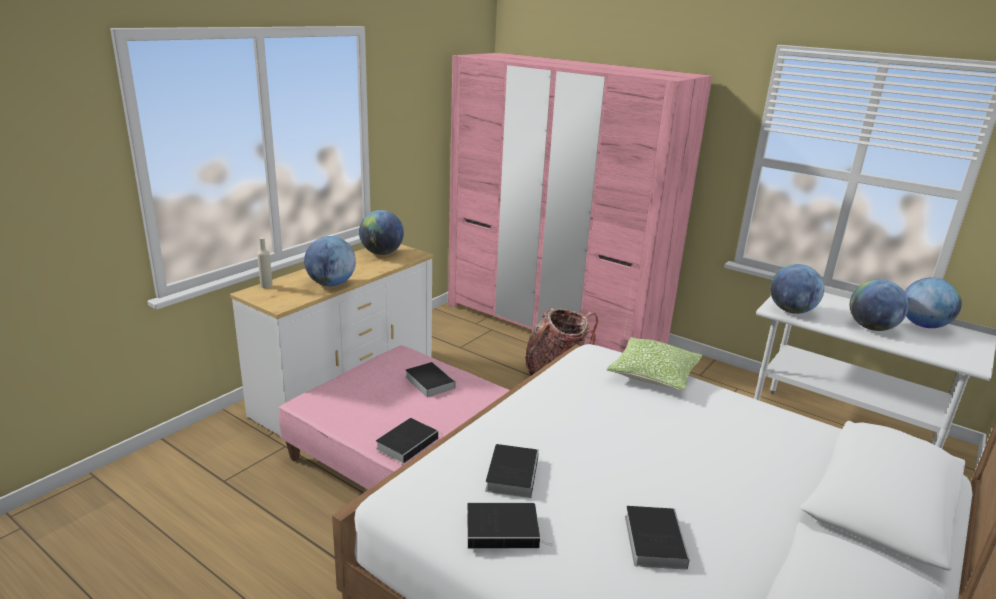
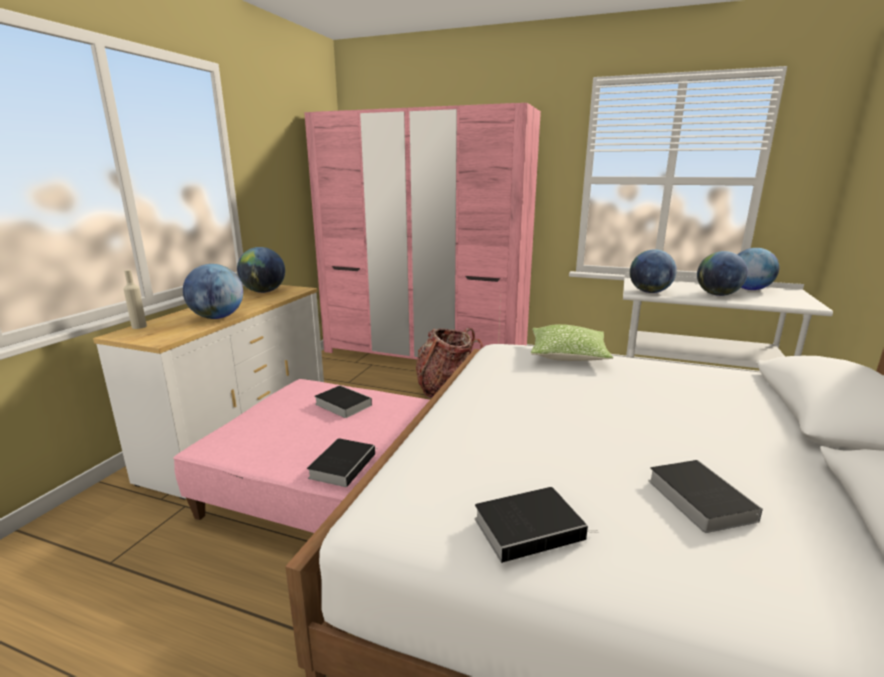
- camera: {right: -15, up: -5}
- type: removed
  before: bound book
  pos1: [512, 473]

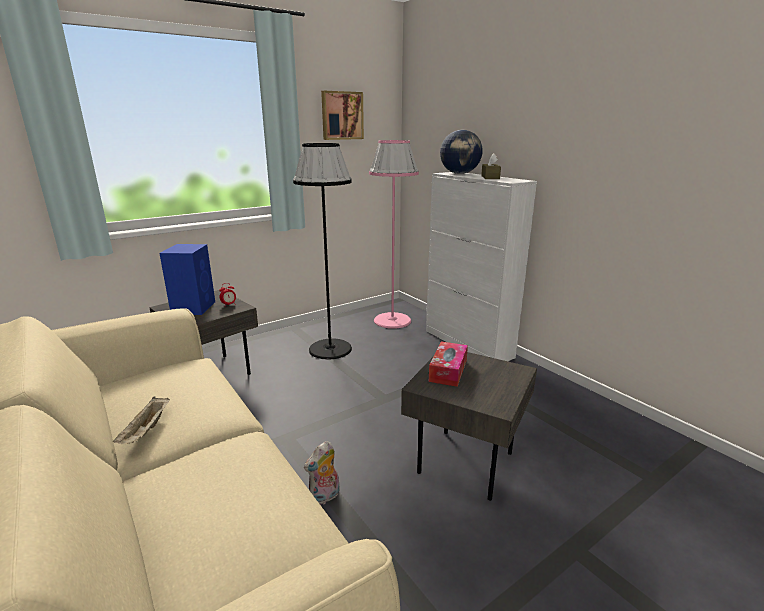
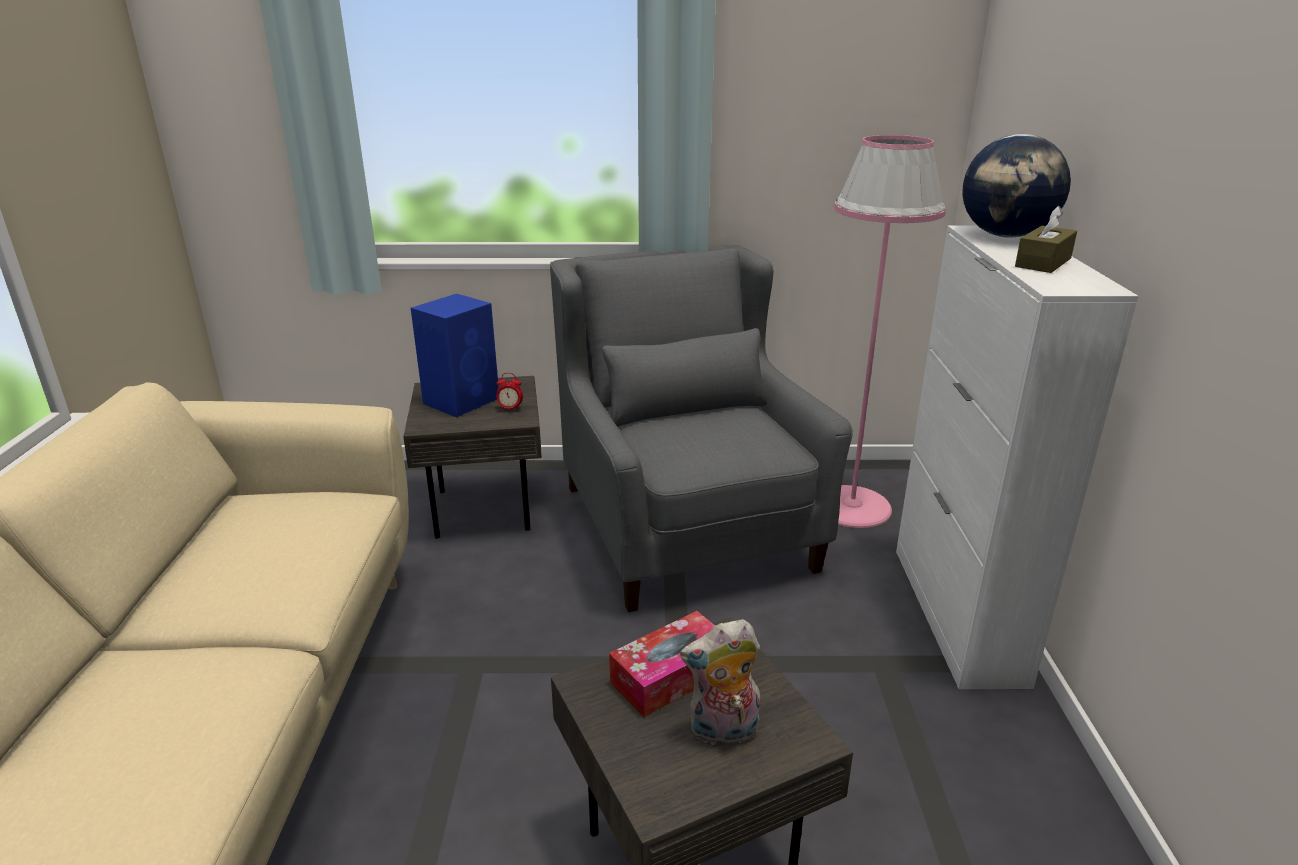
- camera: {right: 35, up: 5}
- type: removed
  before: beige-coloured tray
  pos1: [146, 431]
- type: removed
  before: wall picture
  pos1: [341, 115]
- type: moved
  before: cuddly toy
  pos1: [325, 497]
  pos2: [722, 732]
- type: replaced
  before: black-coloured standard lamp
  after: gray armchair
  pos1: [330, 349]
  pos2: [685, 528]

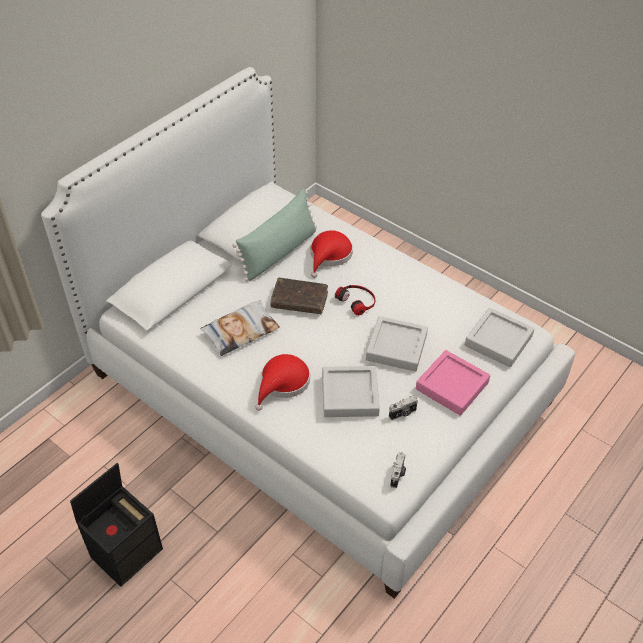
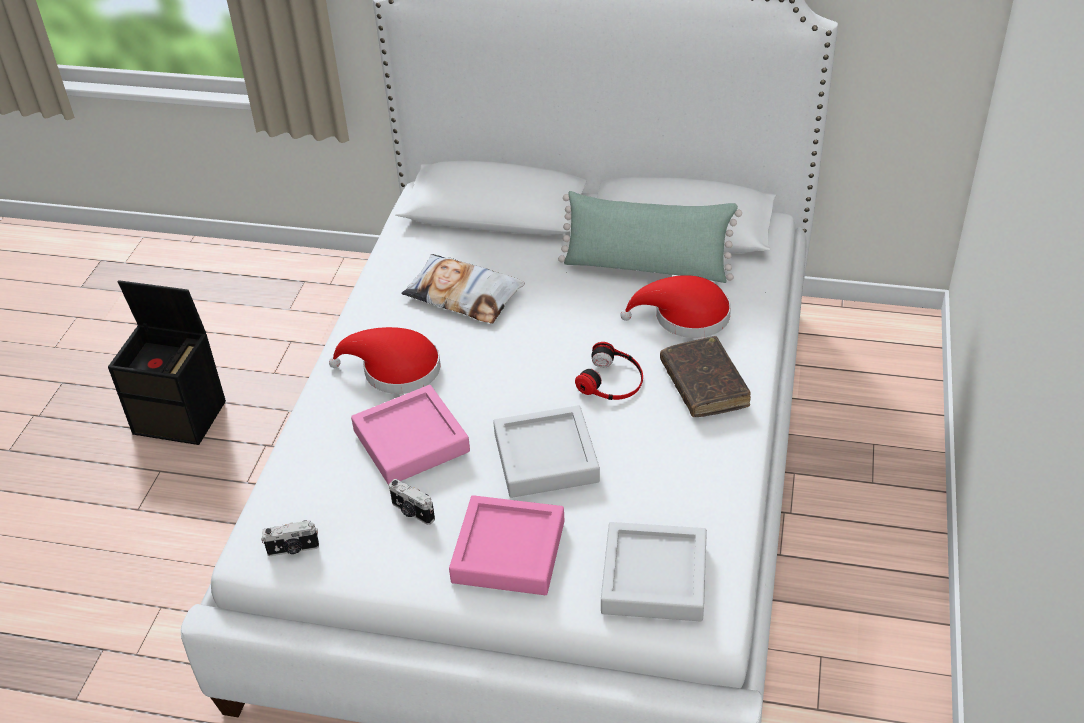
- camera: {right: 65, up: -5}
- type: moved
  before: brown bound book
  pos1: [299, 301]
  pos2: [704, 385]
- type: recoloured
  before: gray tray
  after: pinkish tray
  pos1: [350, 395]
  pos2: [411, 441]

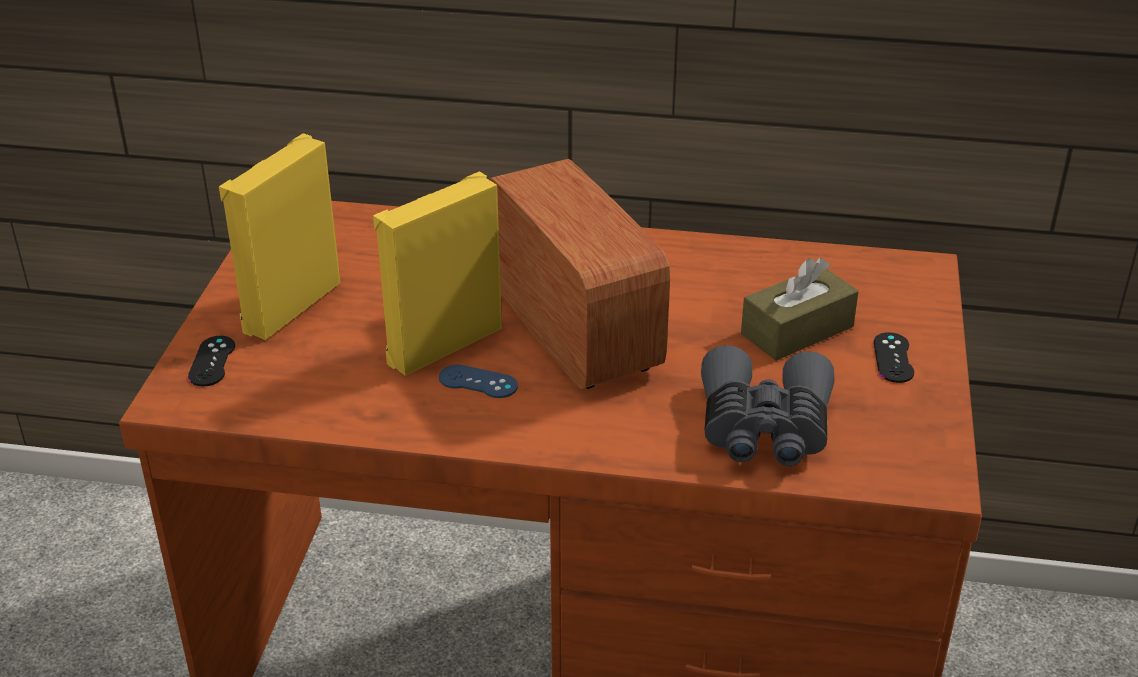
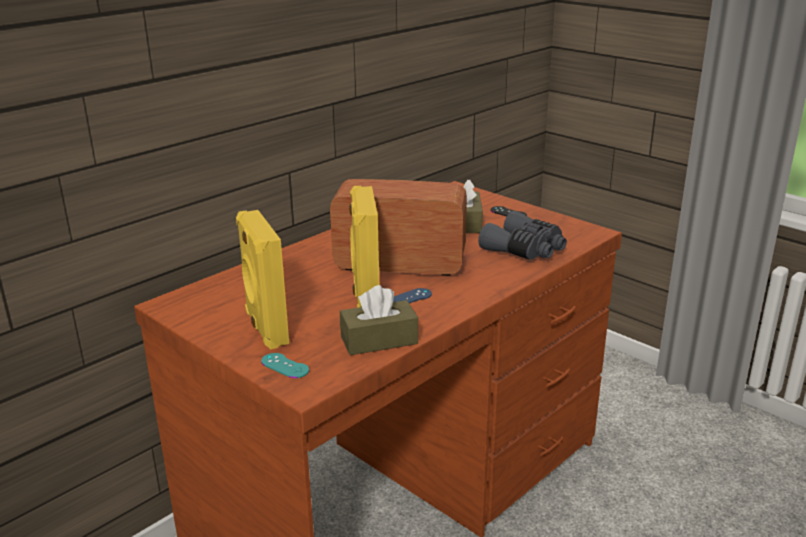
- camera: {right: -55, up: -10}
- type: added
  after: brown tissue holder
  pos2: [379, 340]
- type: recoloured
  before: black-coloured gamepad
  after: blue-green gamepad
  pos1: [212, 361]
  pos2: [285, 366]

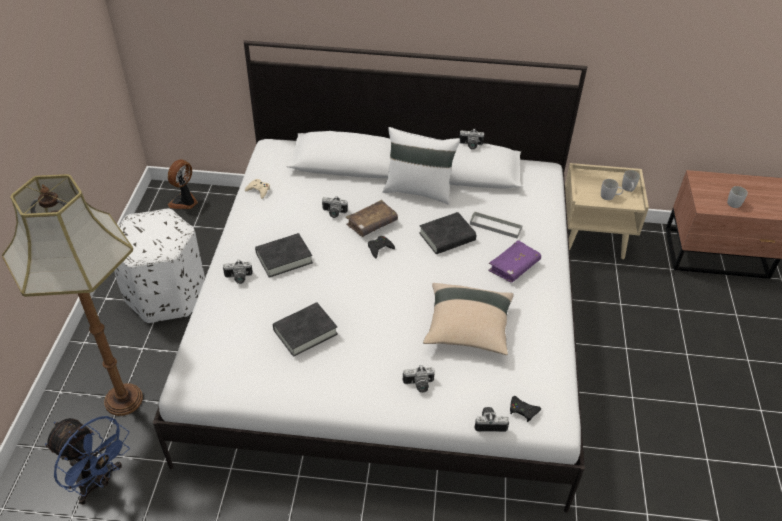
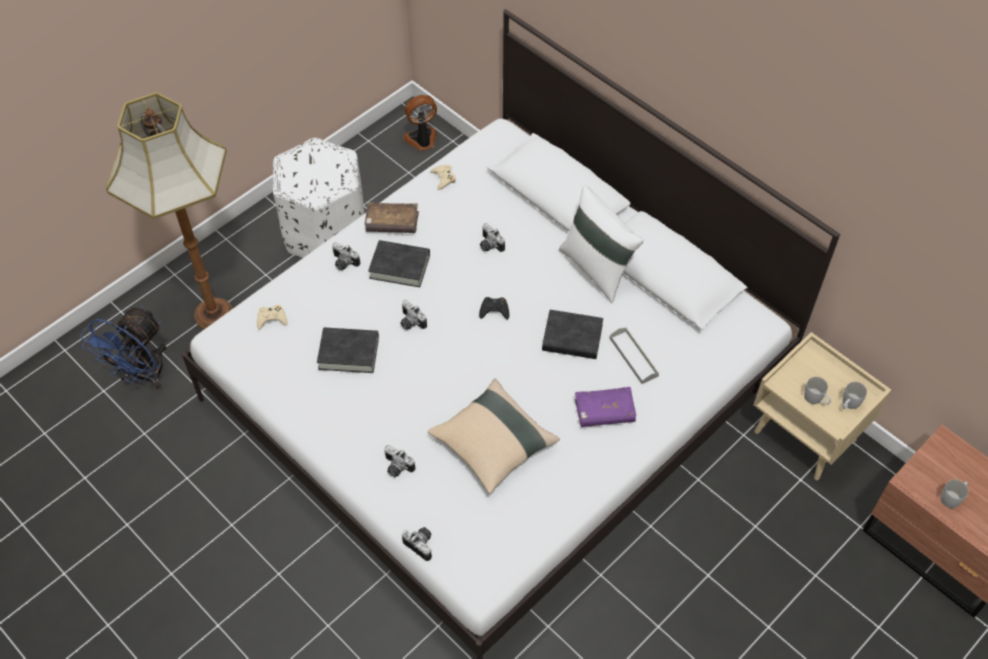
- camera: {right: 40, up: 10}
- type: removed
  before: black-coloured gamepad
  pos1: [523, 410]
- type: added
  after: beige-coloured gamepad
  pos2: [272, 319]
- type: moved
  before: brown bound book
  pos1: [372, 224]
  pos2: [392, 223]
- type: moved
  before: still camera
  pos1: [470, 145]
  pos2: [410, 322]
- type: turned
  before: blue fan
  pos1: [98, 482]
  pos2: [142, 375]
  turn: 45

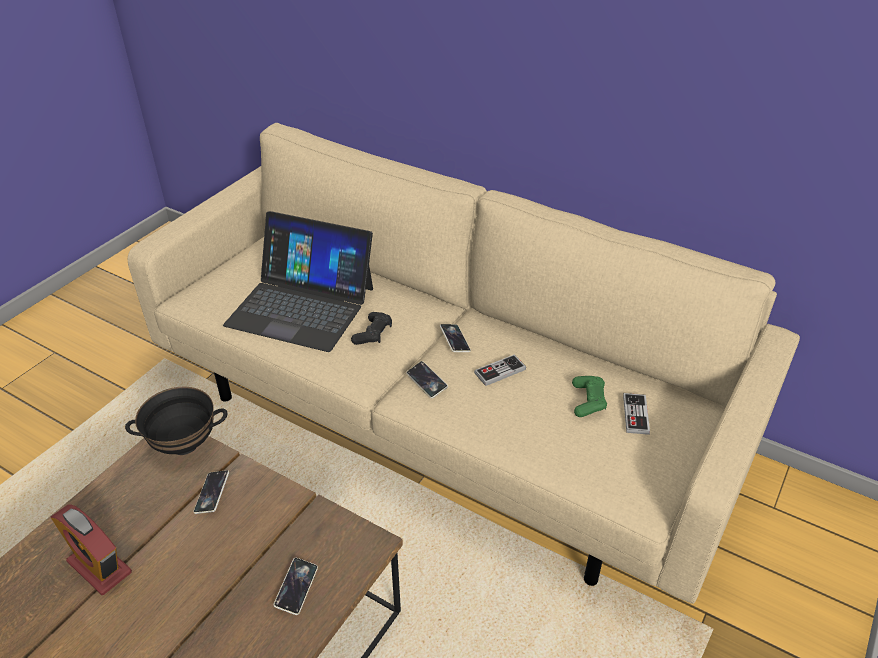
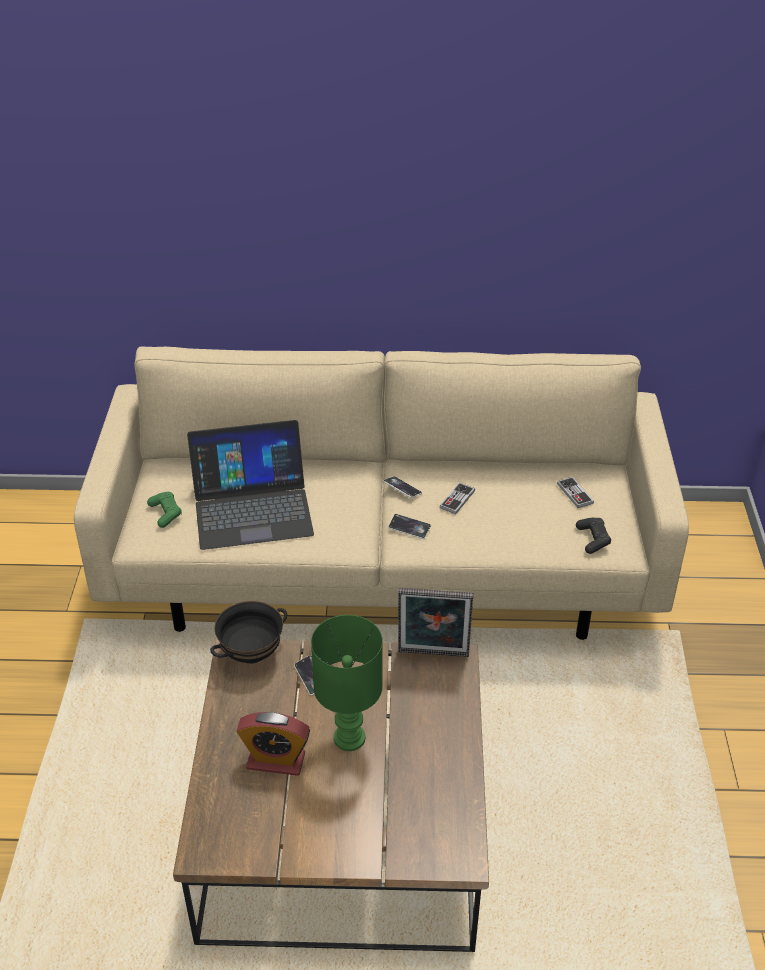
- camera: {right: -30, up: 0}
- type: removed
  before: telephone
  pos1: [296, 588]
- type: added
  after: green table lamp
  pos2: [349, 739]
- type: added
  after: standing frame
  pos2: [433, 655]
- type: moved
  before: black-coloured gamepad
  pos1: [373, 334]
  pos2: [593, 539]
- type: moved
  before: green gamepad
  pos1: [588, 401]
  pos2: [165, 513]

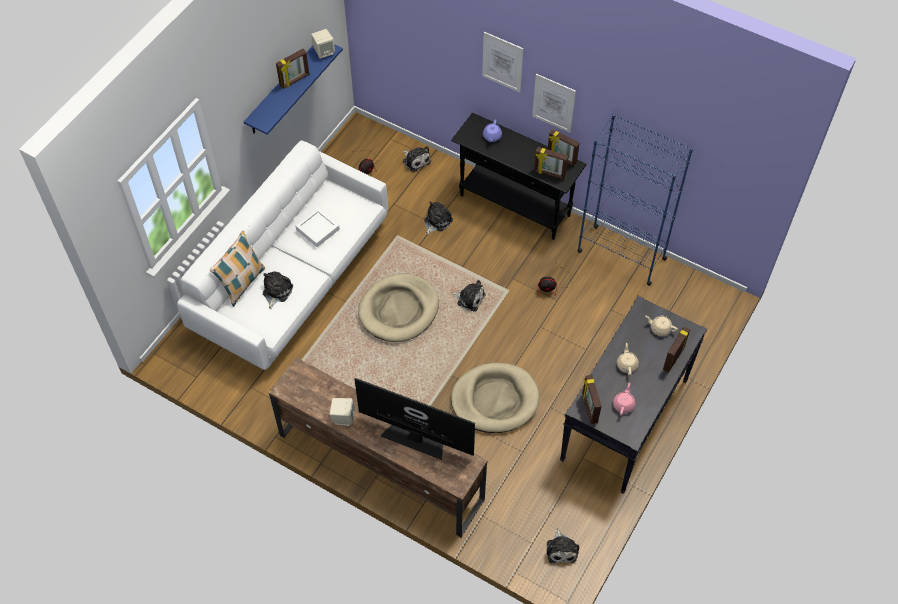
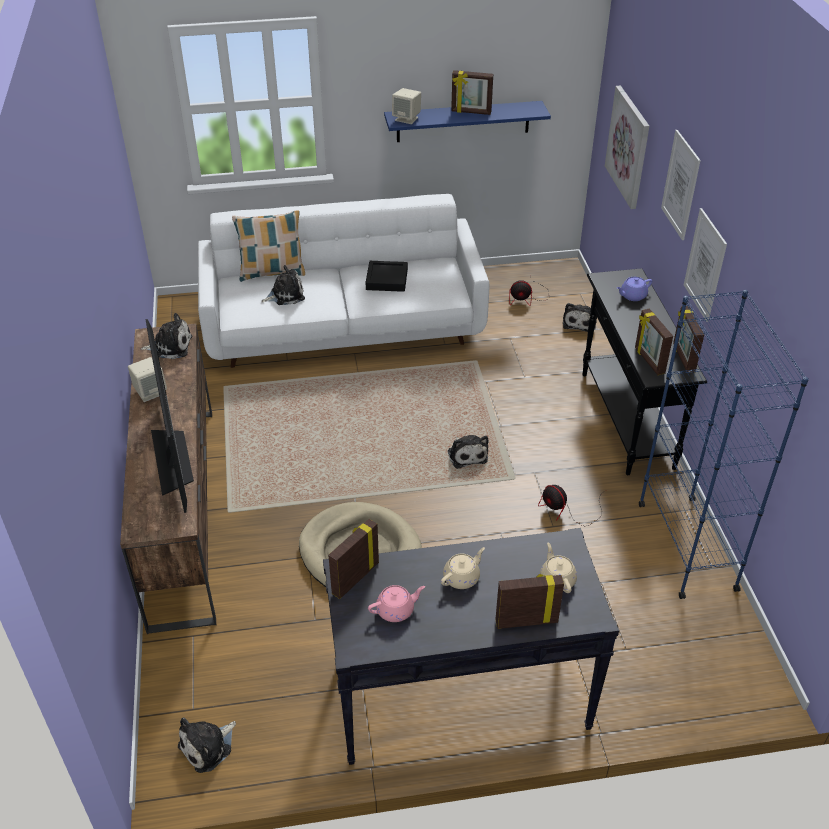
- camera: {right: 50, up: -15}
- type: removed
  before: beige-coloured dog cushion
  pos1: [399, 310]
- type: added
  after: wall picture
  pos2: [629, 146]
- type: moved
  before: beige-coloured speaker
  pos1: [324, 51]
  pos2: [407, 119]
- type: moved
  before: cuddly toy
  pos1: [437, 221]
  pos2: [170, 346]
- type: recoloured
  before: white-coloured tray
  after: black-coloured tray
  pos1: [318, 229]
  pos2: [387, 280]

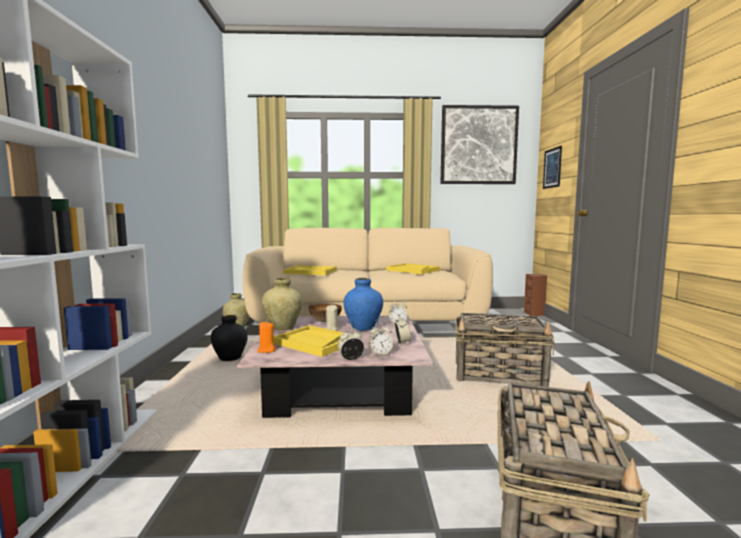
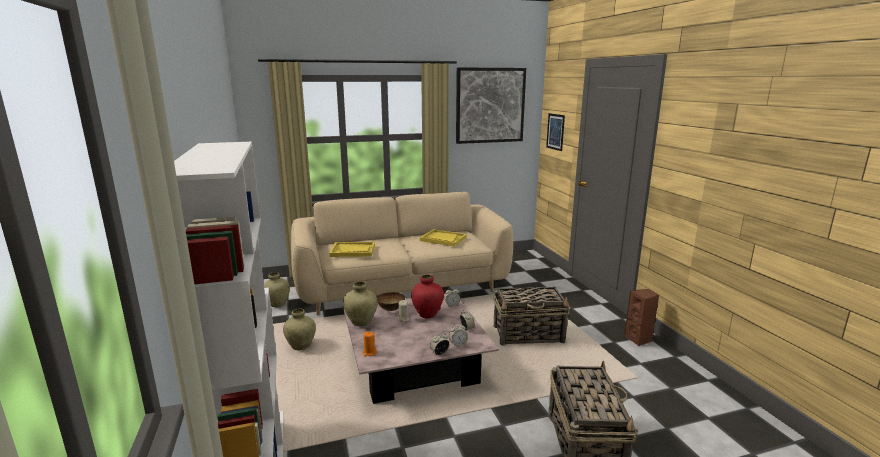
- camera: {right: -15, up: 10}
- type: removed
  before: yellow-coloured tray
  pos1: [314, 342]
- type: moved
  before: brown speaker
  pos1: [534, 314]
  pos2: [639, 339]
- type: recoloured
  before: black-coloured decorative vase
  after: beige-coloured decorative vase
  pos1: [230, 358]
  pos2: [301, 346]
- type: recoloured
  before: blue decorative vase
  after: red-coloured decorative vase
  pos1: [363, 328]
  pos2: [427, 314]

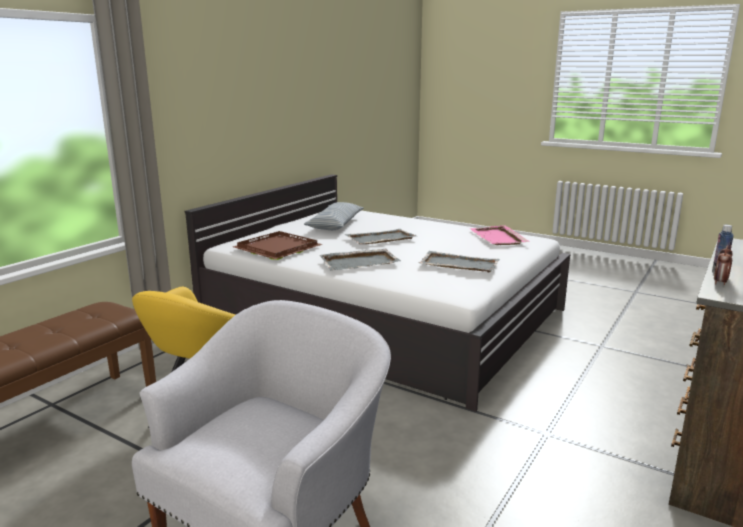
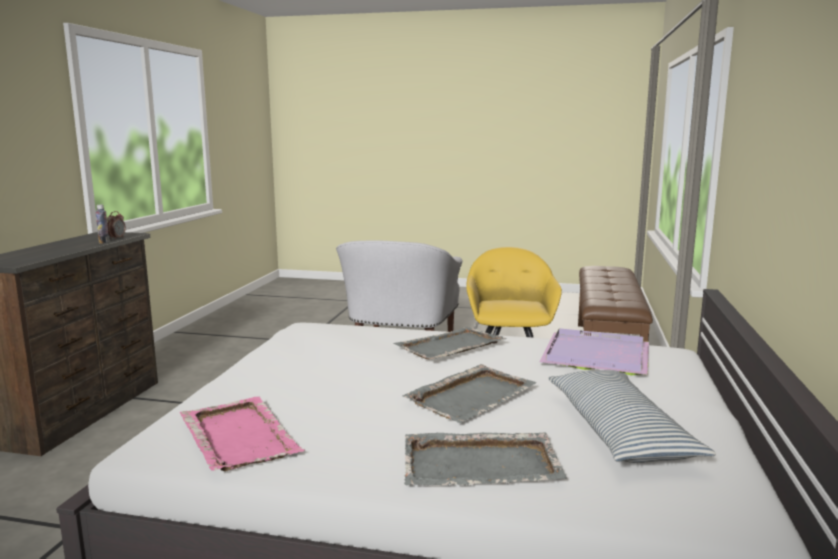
- camera: {right: 160, up: -5}
- type: moved
  before: gray tray
  pos1: [458, 264]
  pos2: [482, 464]
- type: recoloured
  before: brown tray
  after: purple tray
  pos1: [277, 248]
  pos2: [598, 356]

